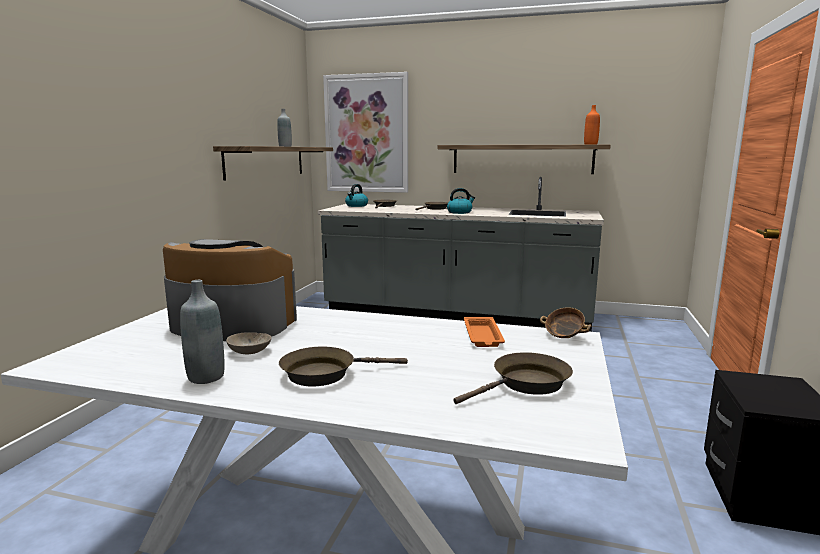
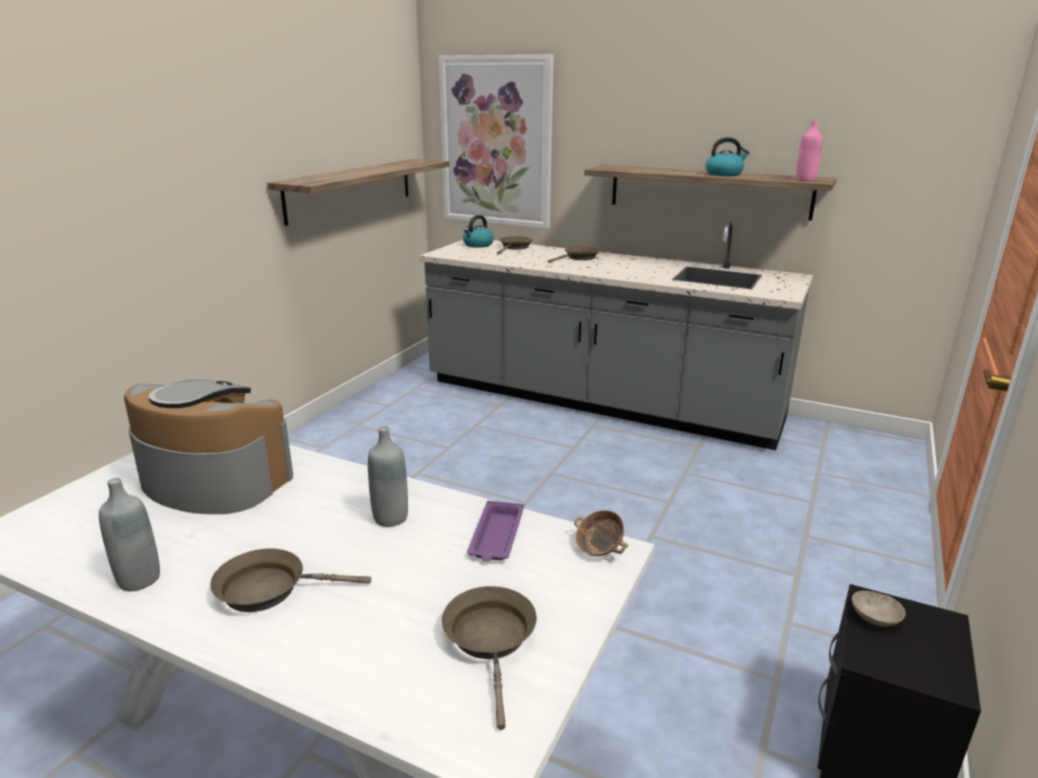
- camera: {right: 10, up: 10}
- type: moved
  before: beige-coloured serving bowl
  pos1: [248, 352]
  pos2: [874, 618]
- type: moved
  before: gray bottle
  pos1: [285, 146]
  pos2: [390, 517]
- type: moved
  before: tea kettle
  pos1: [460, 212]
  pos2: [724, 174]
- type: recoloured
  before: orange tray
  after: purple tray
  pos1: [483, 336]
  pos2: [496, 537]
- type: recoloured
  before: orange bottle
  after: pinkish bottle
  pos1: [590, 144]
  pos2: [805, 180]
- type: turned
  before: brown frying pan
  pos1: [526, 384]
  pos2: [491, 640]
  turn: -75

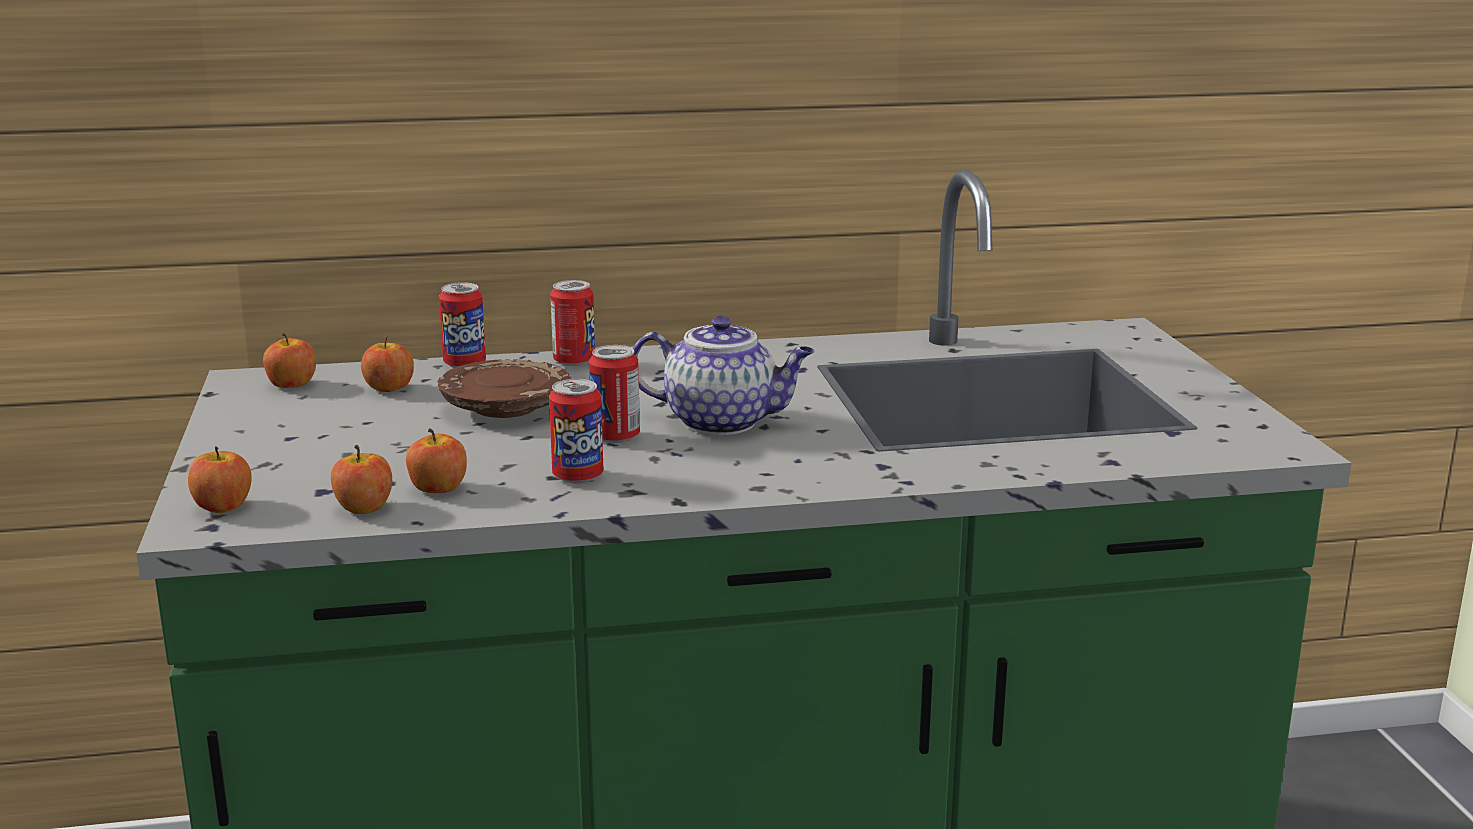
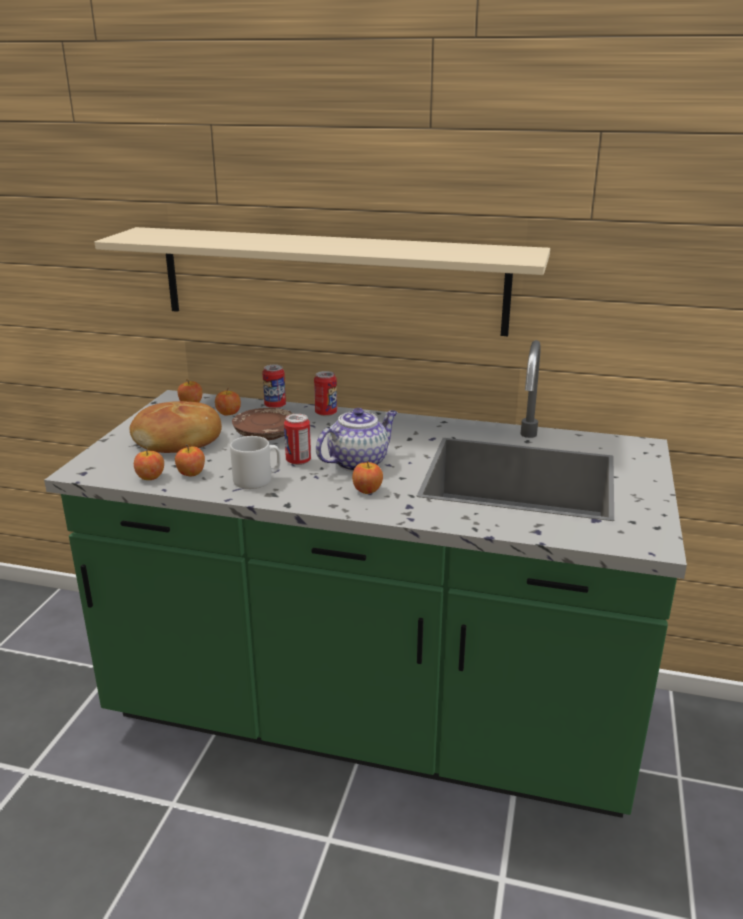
- camera: {right: 25, up: 5}
- type: added
  after: beige-coloured wall shelf
  pos2: [331, 280]
- type: added
  after: bread
  pos2: [179, 440]
- type: moved
  before: whole apple
  pos1: [223, 507]
  pos2: [367, 490]
- type: replaced
  before: metal can
  after: gray mug
  pos1: [578, 476]
  pos2: [257, 480]
- type: turned
  before: pot for tea
  pos1: [723, 422]
  pos2: [358, 462]
  turn: -75

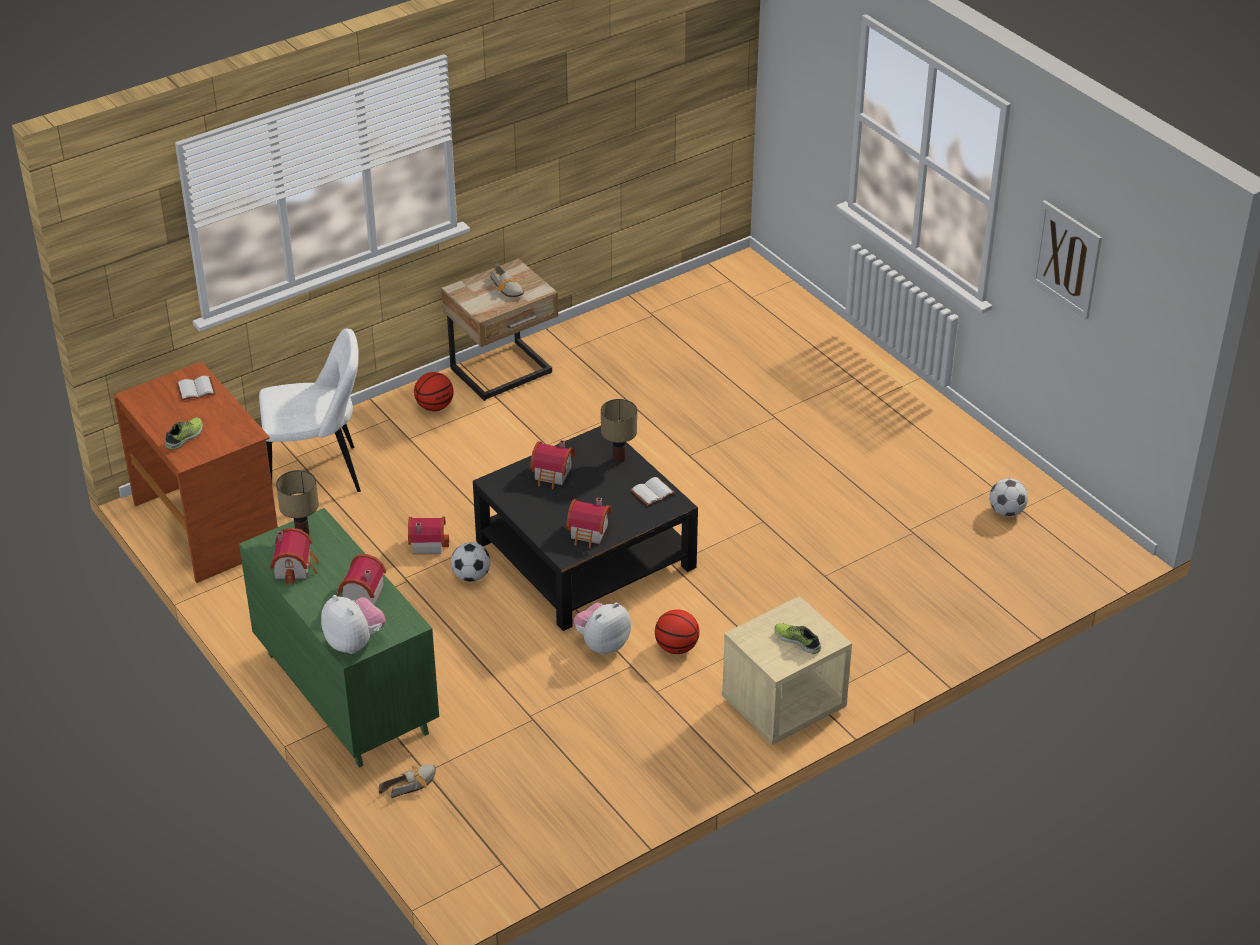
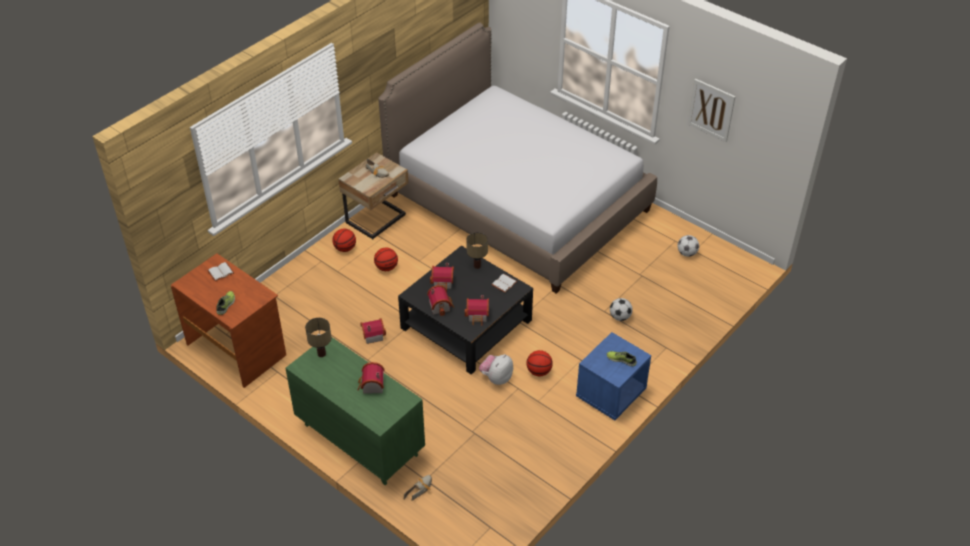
- camera: {right: -15, up: 5}
- type: removed
  before: white-coloured upright chair
  pos1: [318, 474]
- type: removed
  before: cuddly toy
  pos1: [354, 642]
- type: added
  after: basketball ball
  pos2: [386, 267]
- type: added
  after: bed
  pos2: [517, 202]
- type: moved
  before: model house
  pos1: [296, 567]
  pos2: [441, 306]
- type: moved
  before: ball for football
  pos1: [471, 576]
  pos2: [620, 317]
- type: recoloured
  before: beige-coloured bedside table
  after: blue bedside table
  pos1: [783, 705]
  pos2: [610, 394]

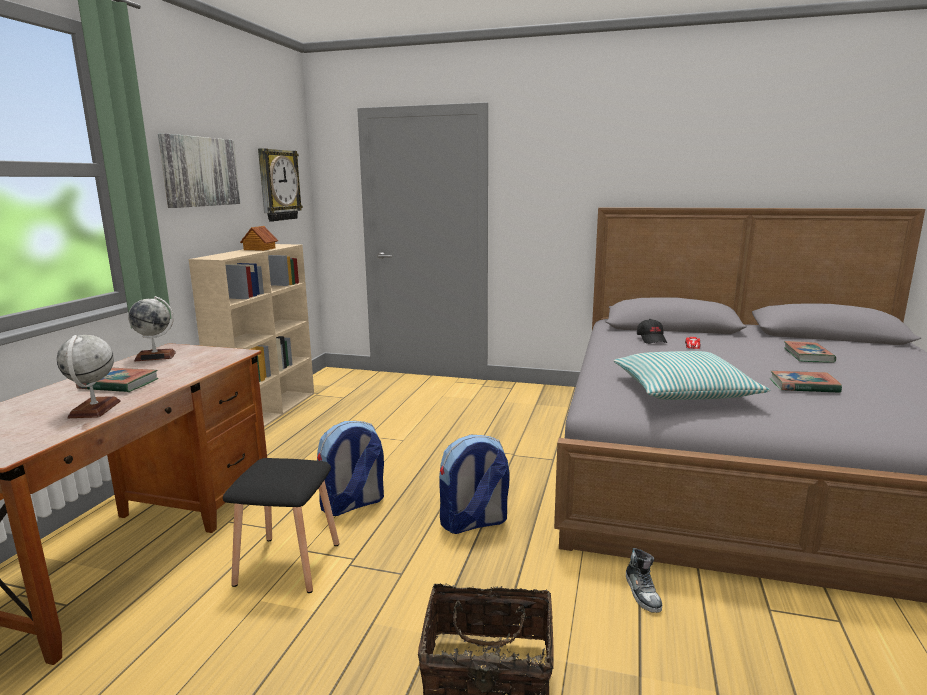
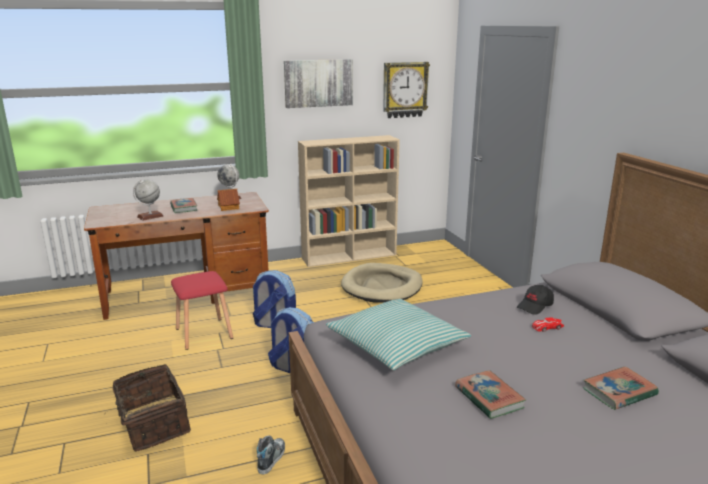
- camera: {right: 55, up: 5}
- type: added
  after: beige-coloured dog cushion
  pos2: [382, 286]
- type: moved
  before: model house
  pos1: [259, 249]
  pos2: [228, 207]
- type: recoloured
  before: black-coloured stool seat
  after: red-coloured stool seat
  pos1: [288, 565]
  pos2: [203, 334]
- type: turned
  before: low shoe
  pos1: [642, 593]
  pos2: [271, 458]
  turn: 150

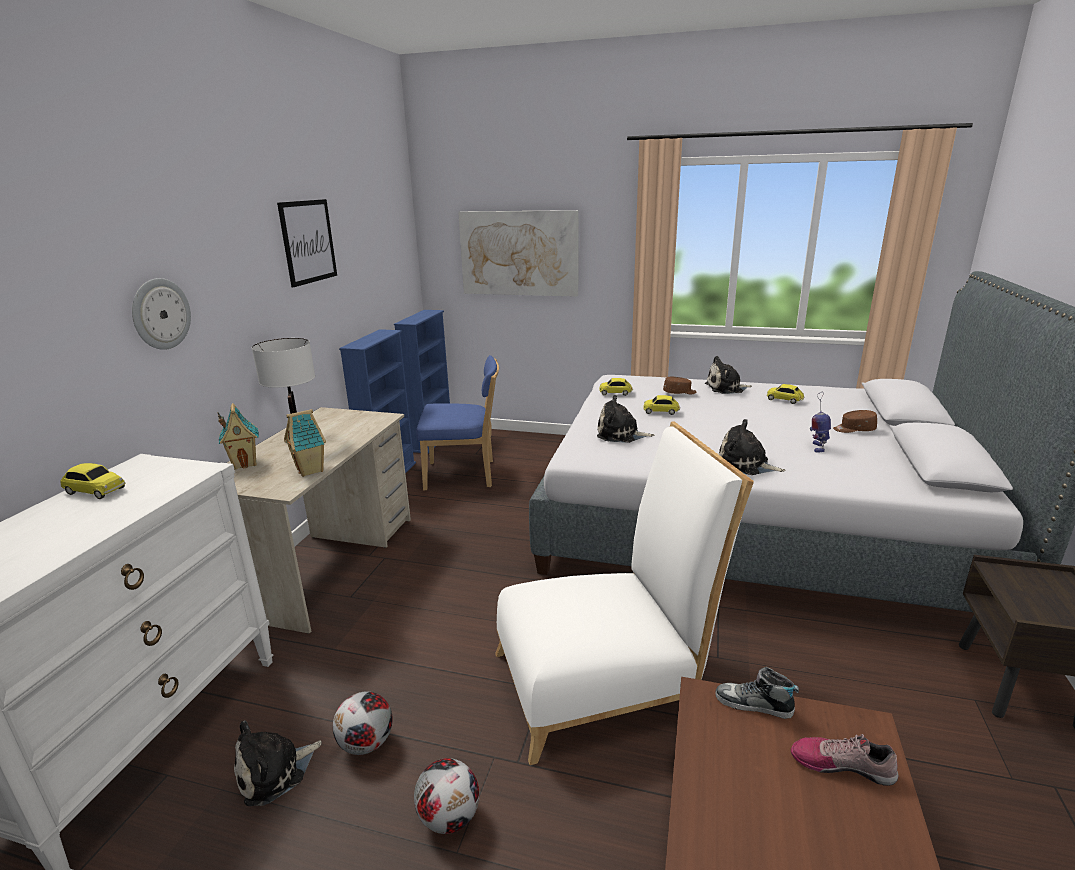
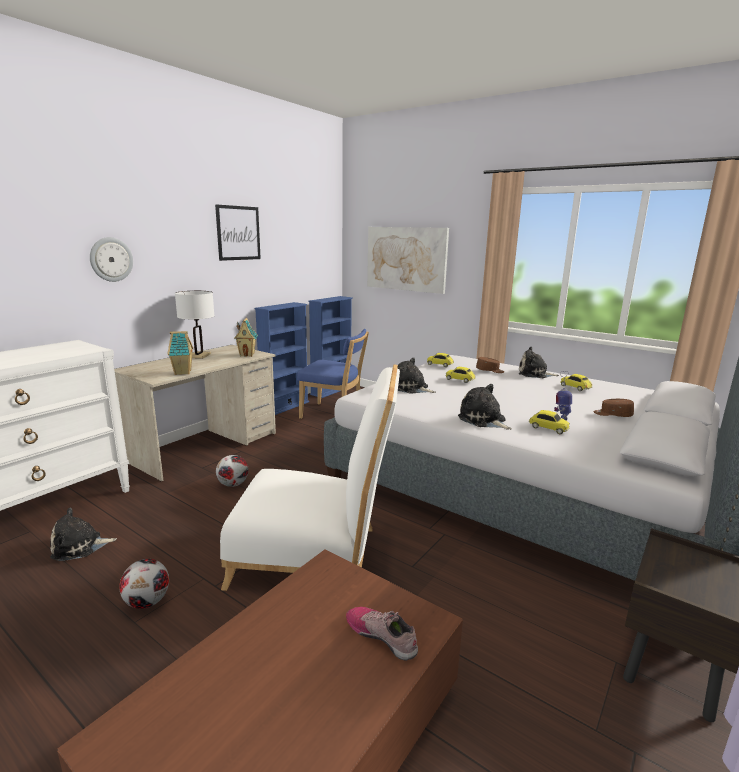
- camera: {right: 20, up: -5}
- type: removed
  before: low shoe
  pos1: [753, 704]
- type: moved
  before: toy car
  pos1: [95, 491]
  pos2: [548, 428]
- type: moved
  before: model house
  pos1: [245, 463]
  pos2: [247, 355]
- type: moved
  before: ball for football
  pos1: [367, 744]
  pos2: [233, 485]

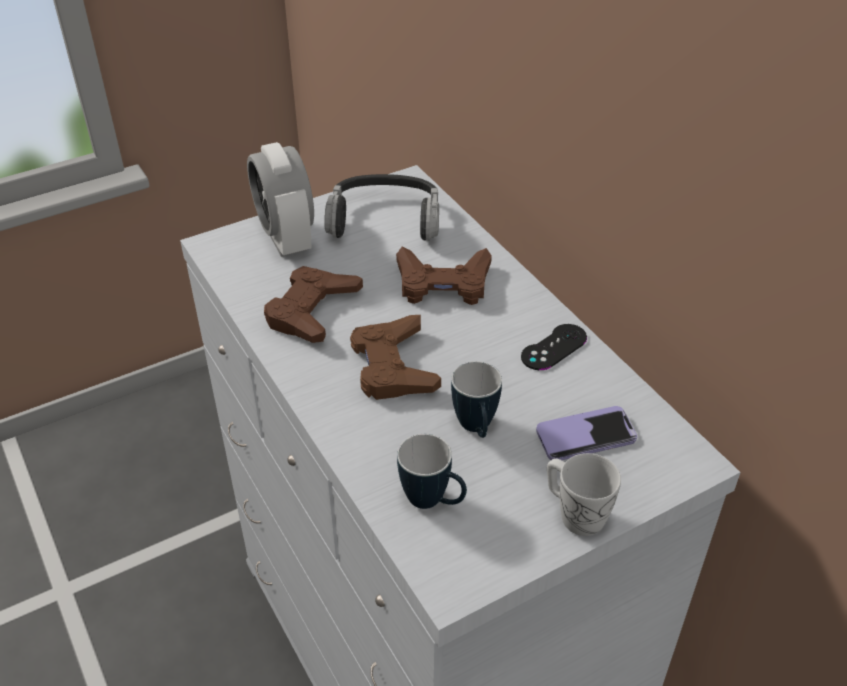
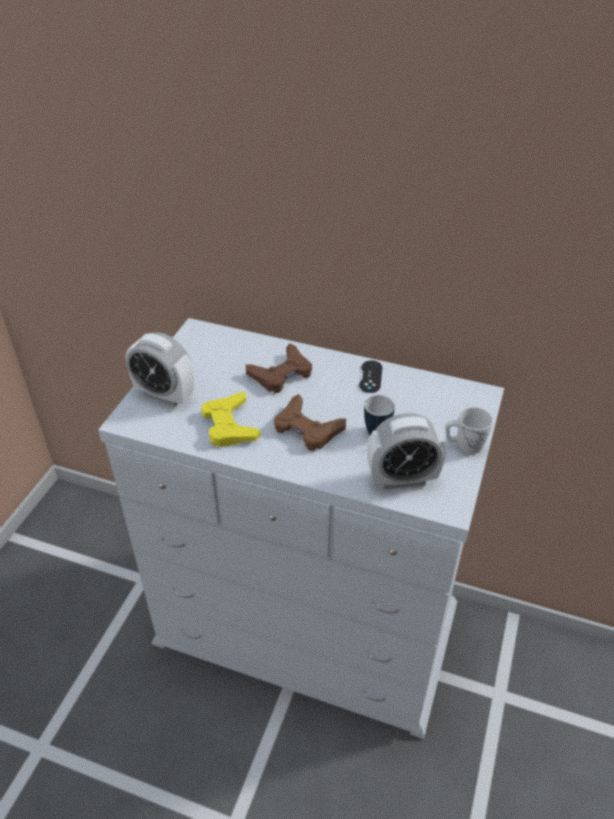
- camera: {right: -40, up: 0}
- type: removed
  before: headphones
  pos1: [384, 220]
- type: removed
  before: telephone
  pos1: [586, 436]
- type: replaced
  before: mug
  after: bedside clock
  pos1: [433, 502]
  pos2: [402, 479]
- type: recoloured
  before: brown gamepad
  after: yellow-coloured gamepad
  pos1: [312, 310]
  pos2: [229, 425]

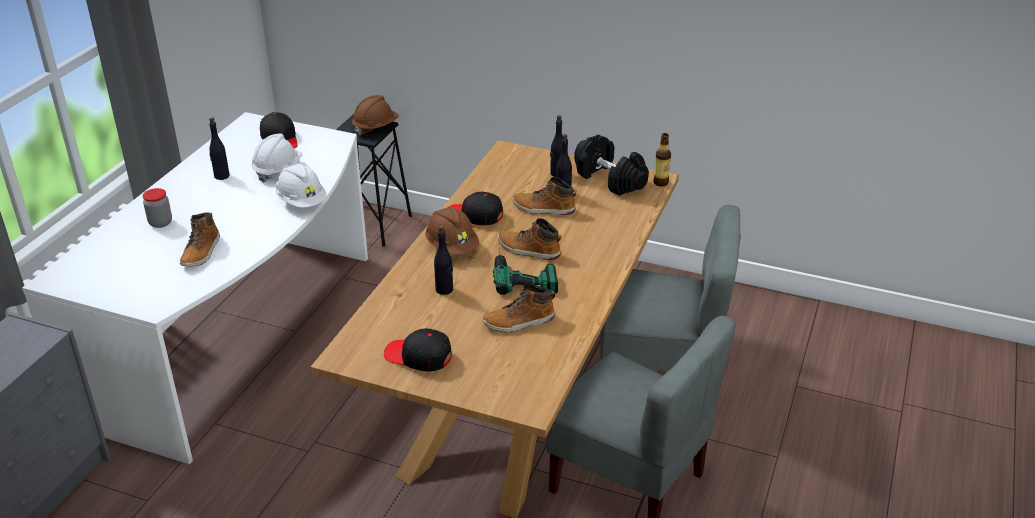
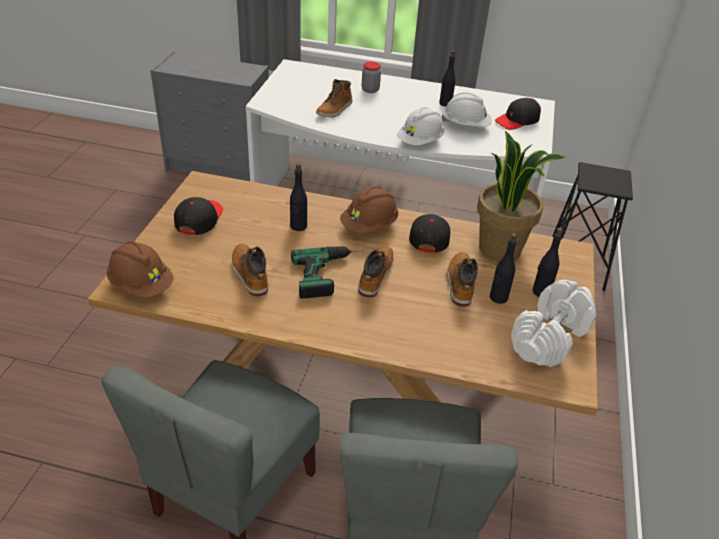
- camera: {right: 80, up: 5}
- type: removed
  before: bottle
  pos1: [660, 182]
- type: added
  after: potted plant
  pos2: [501, 248]
- type: moved
  before: brown work helmet
  pos1: [375, 127]
  pos2: [141, 285]
- type: recoloured
  before: black-coloured hand weight
  after: white-coloured hand weight
  pos1: [610, 179]
  pos2: [549, 338]
- type: turned
  before: boot
  pos1: [201, 252]
  pos2: [335, 110]
  turn: -60

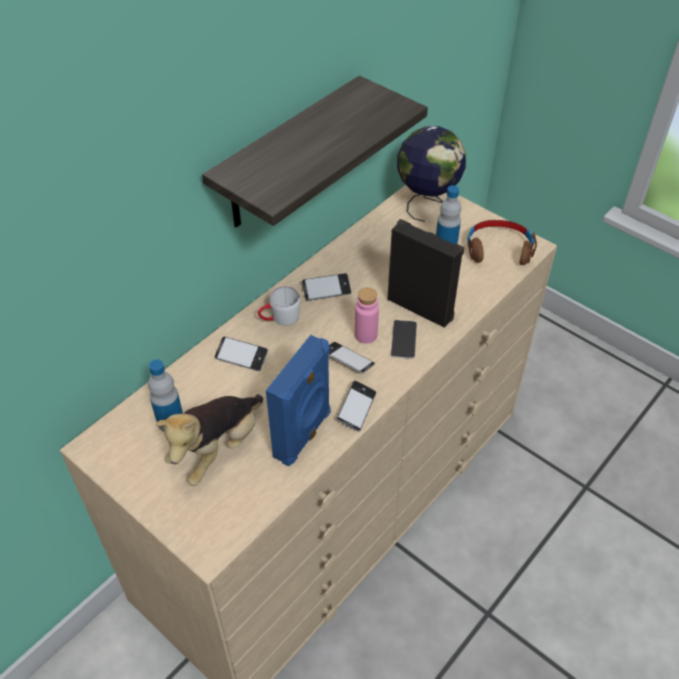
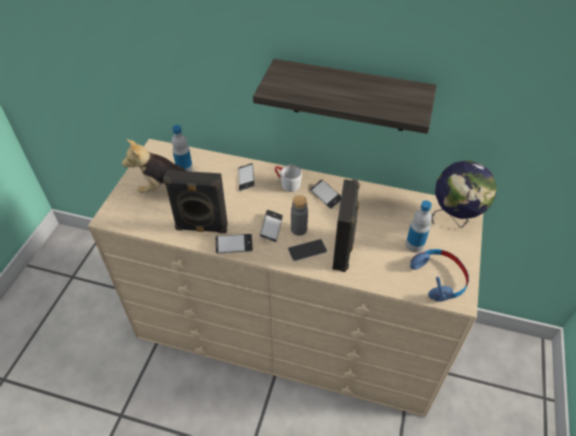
- camera: {right: 65, up: 0}
- type: recoloured
  before: blue speaker
  after: black-coloured speaker
  pos1: [304, 435]
  pos2: [201, 228]
- type: recoloured
  before: pinkish bottle
  after: gray bottle
  pos1: [366, 335]
  pos2: [299, 229]
- type: recoloured
  before: brown headphones
  after: blue headphones
  pos1: [499, 249]
  pos2: [438, 278]

